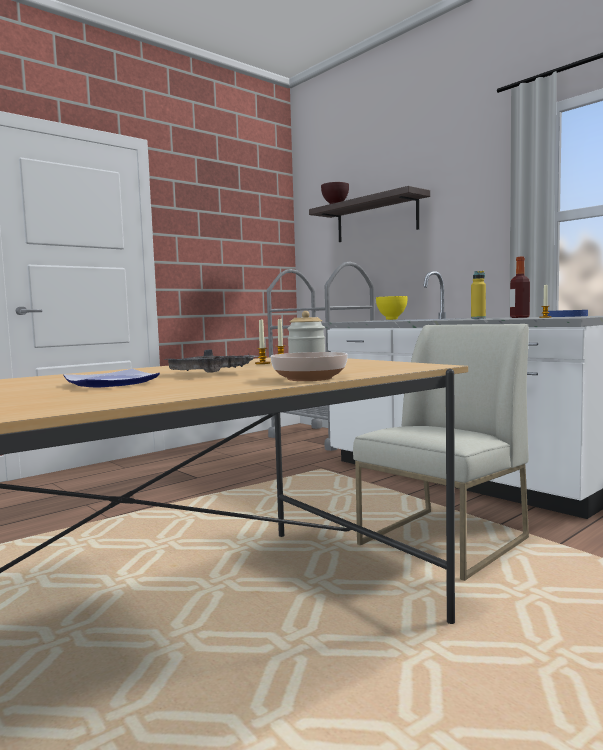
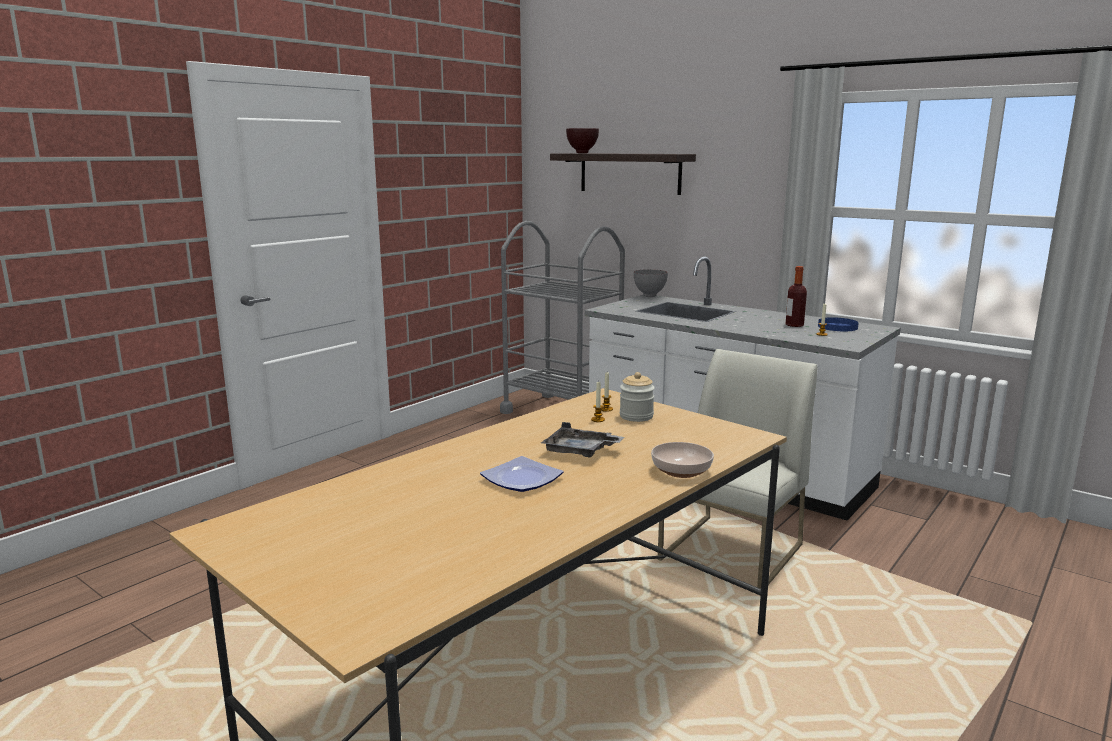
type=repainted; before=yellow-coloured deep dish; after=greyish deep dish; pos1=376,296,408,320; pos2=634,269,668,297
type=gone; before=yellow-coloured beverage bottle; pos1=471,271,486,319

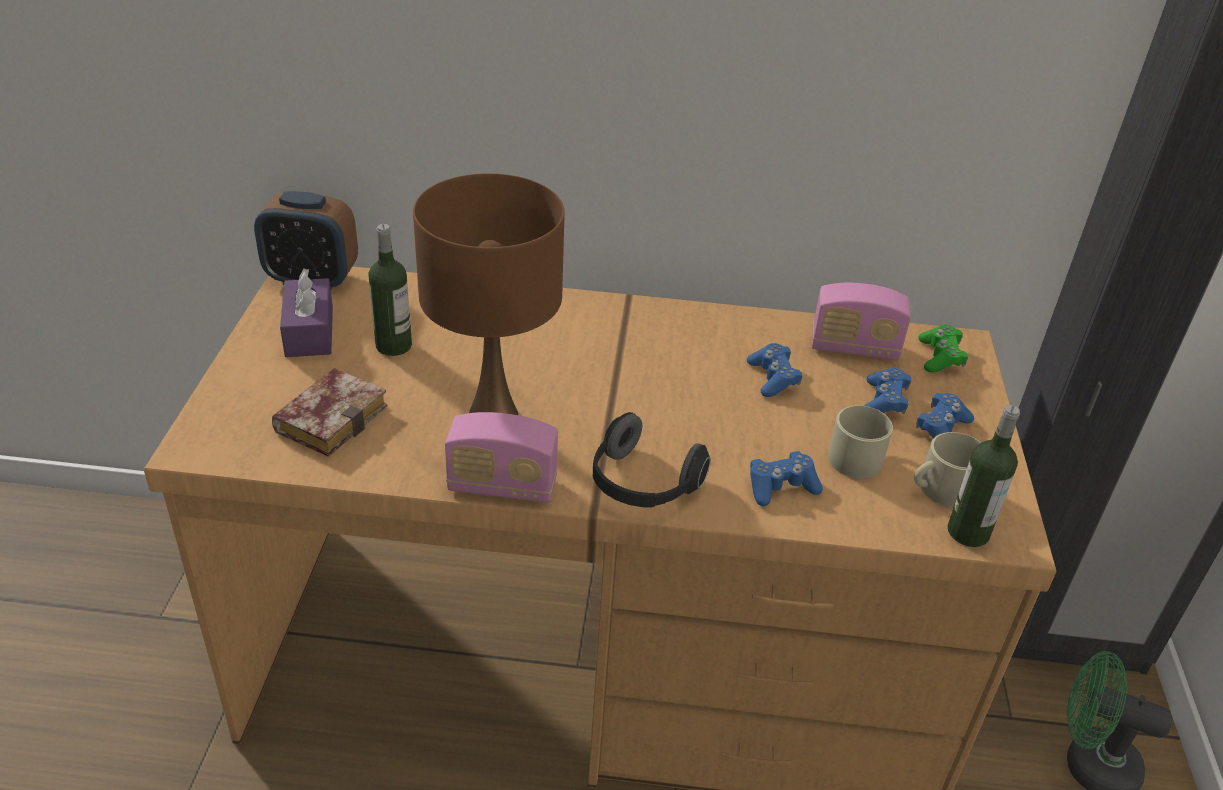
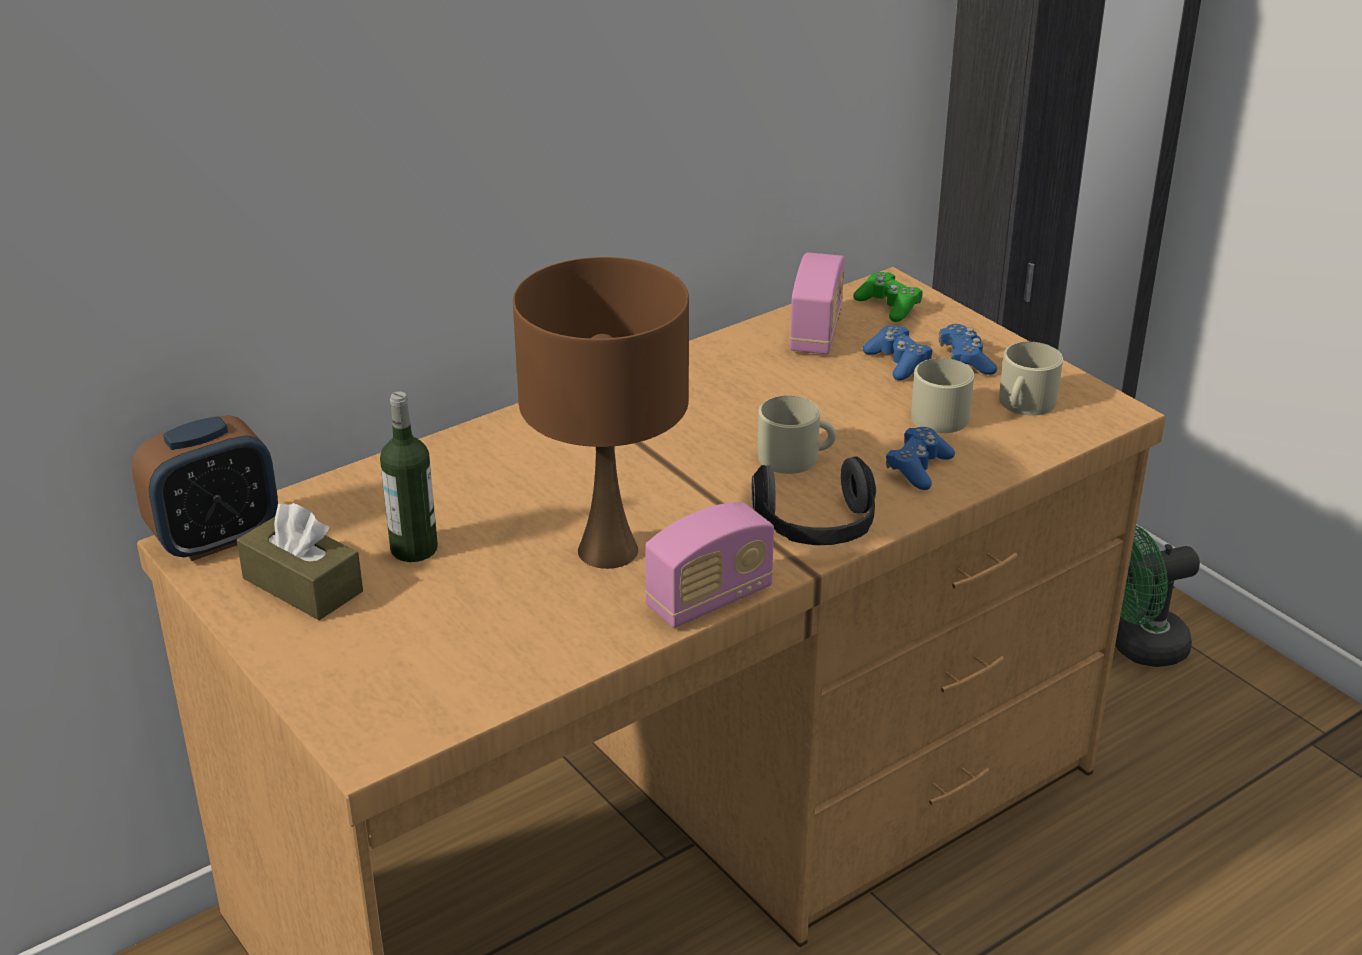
type=gone; before=volume; pos1=272,368,387,457
type=repainted; before=purplish box of tissues; after=brownish box of tissues; pos1=280,268,333,357; pos2=237,503,363,620
type=gone; before=bluish gamepad; pos1=747,343,802,397
type=rotated; before=radio receiver; pos1=812,283,911,360; pos2=789,253,845,354; turn=-45
type=gone; before=beverage bottle; pos1=948,405,1020,547
type=new; after=sand-coloured tea mug; pos2=757,396,836,474

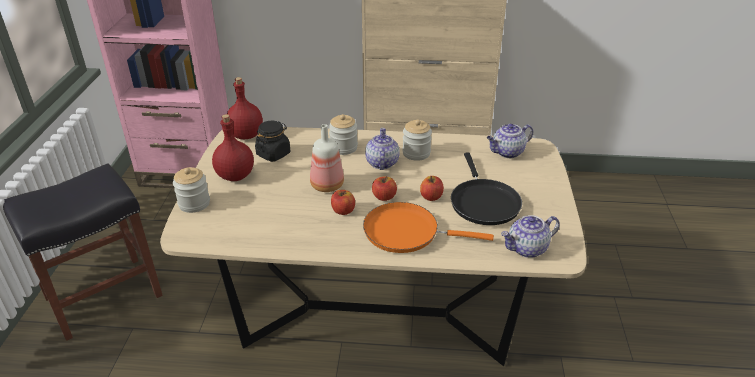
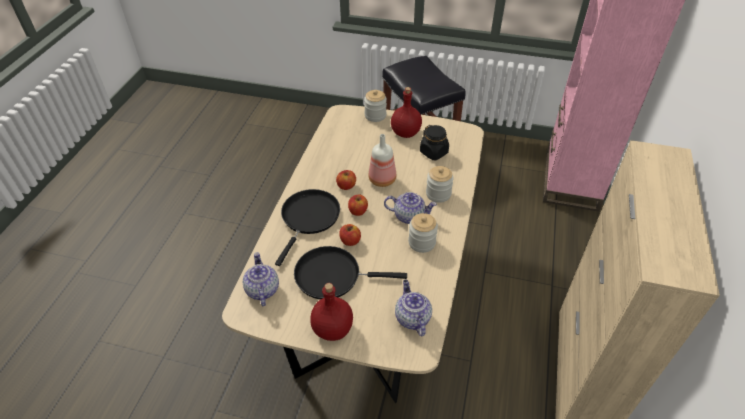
type=shifted; before=red beverage bottle; pos1=227,77,263,139; pos2=310,283,353,341
type=repainted; before=orange pan; after=blackish pan; pos1=363,202,494,253; pos2=275,189,340,266

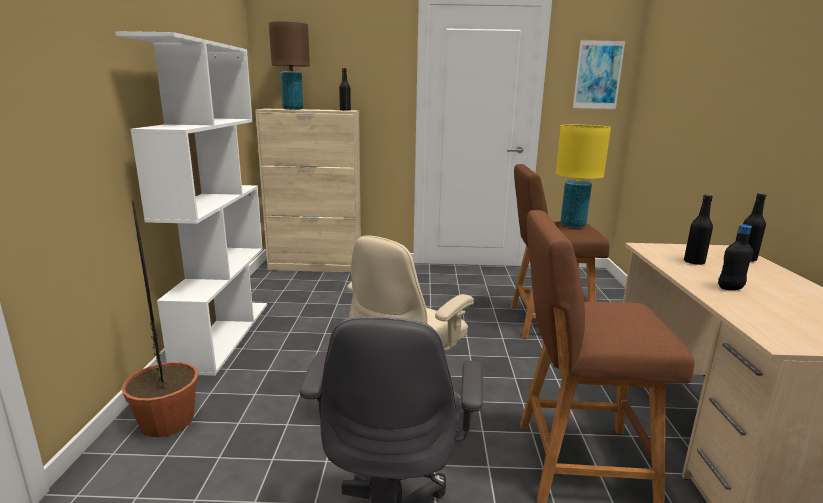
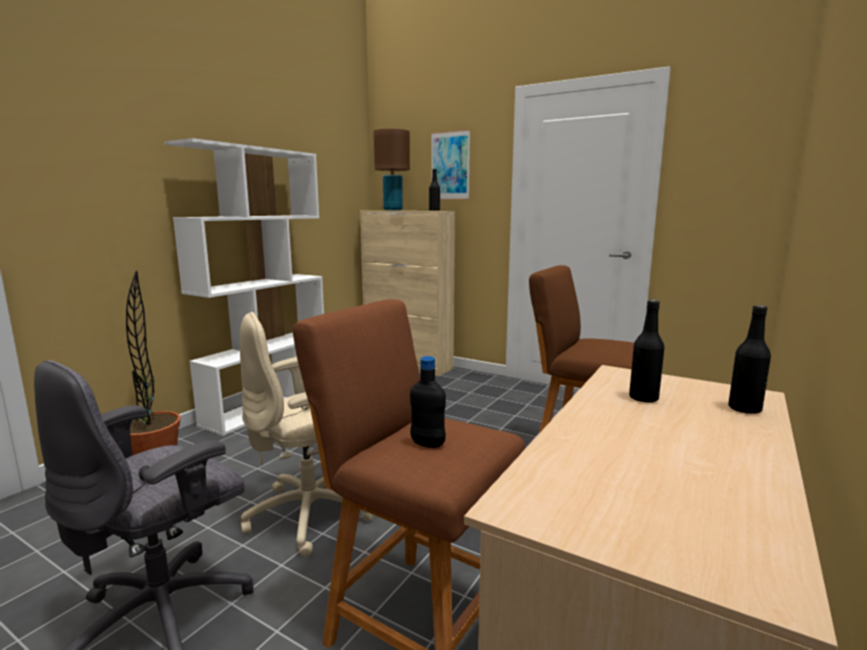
type=gone; before=yellow-coloured lamp for a table; pos1=556,125,611,228
type=shifted; before=wall picture; pos1=573,39,626,110; pos2=431,129,470,200
type=shifted; before=blackish beverage bottle; pos1=718,224,753,290; pos2=410,356,446,448

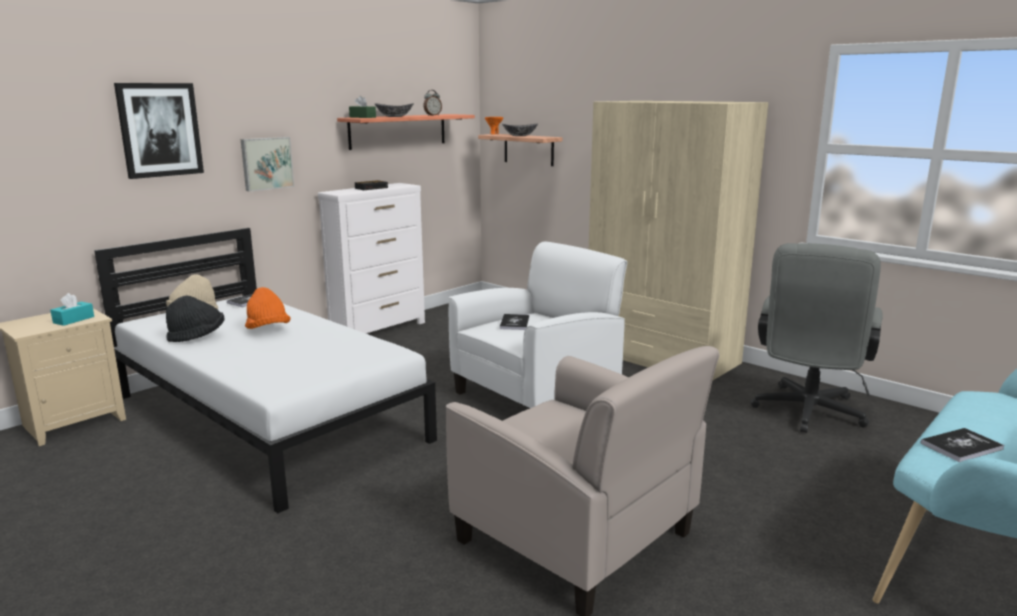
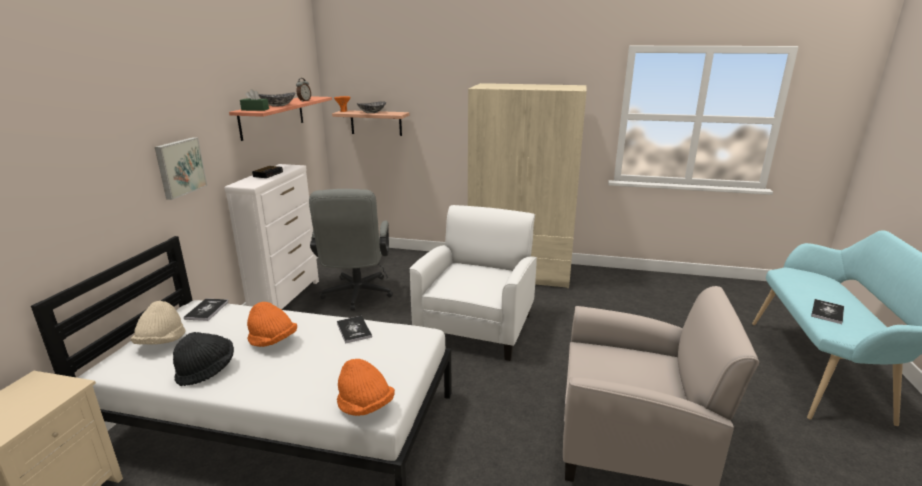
type=gone; before=turquoise box of tissues; pos1=50,293,94,326
type=gone; before=wall picture; pos1=114,83,204,179
type=shifted; before=volume; pos1=500,314,529,330; pos2=337,316,372,344
type=shifted; before=greyish desk chair; pos1=751,243,883,433; pos2=309,189,393,311
type=new; after=orange wearable hat; pos2=337,359,395,416

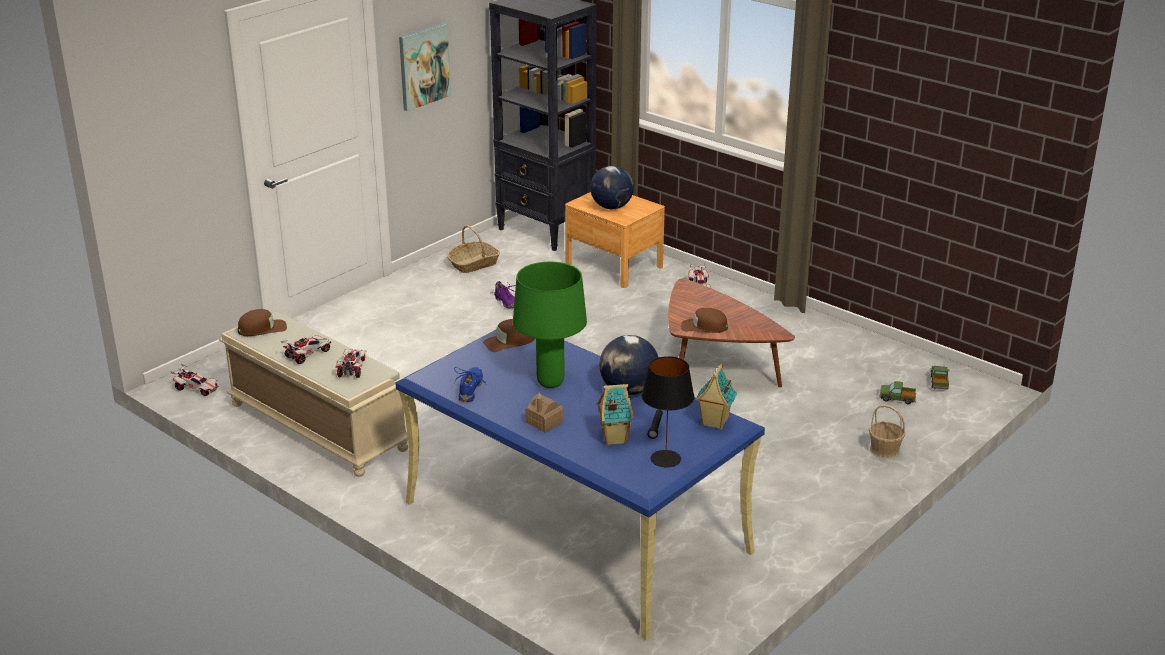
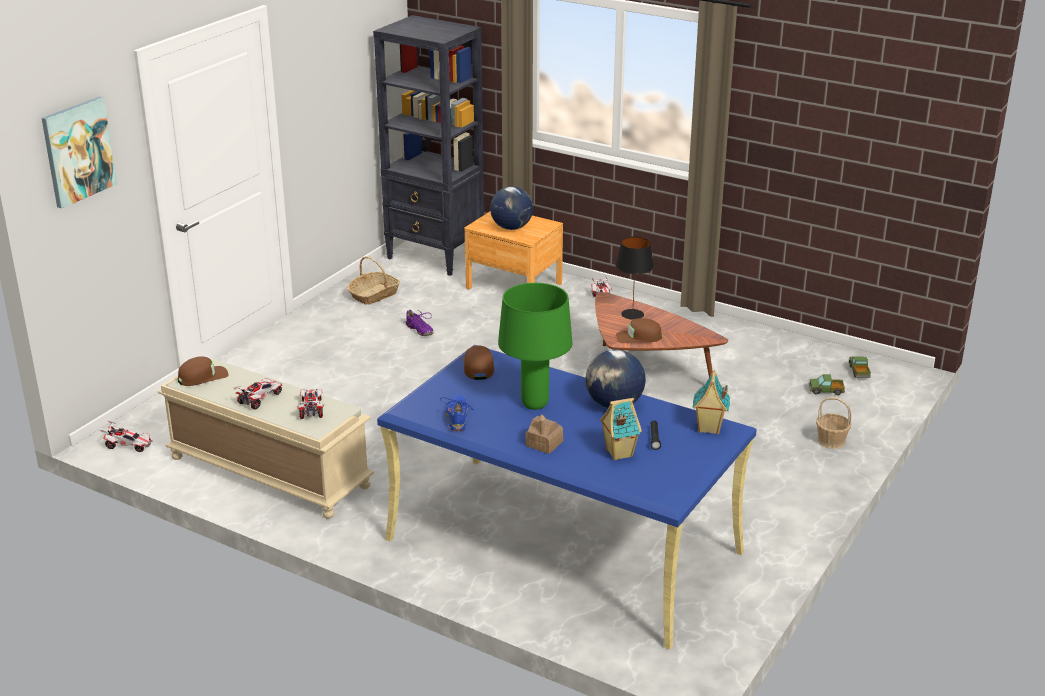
type=shifted; before=wall picture; pos1=399,23,451,111; pos2=42,96,117,209
type=rotated; before=brownish baseball cap; pos1=483,319,535,352; pos2=463,345,494,380; turn=120
type=shifted; before=blackish lamp for a table; pos1=642,356,695,467; pos2=615,236,654,320

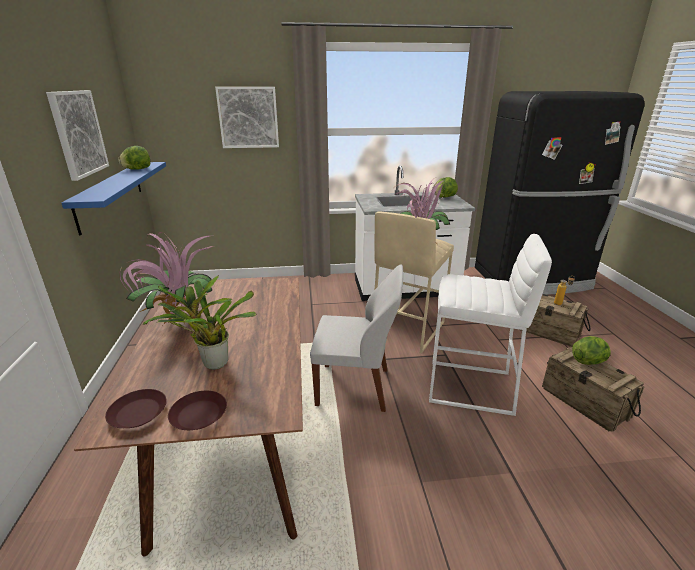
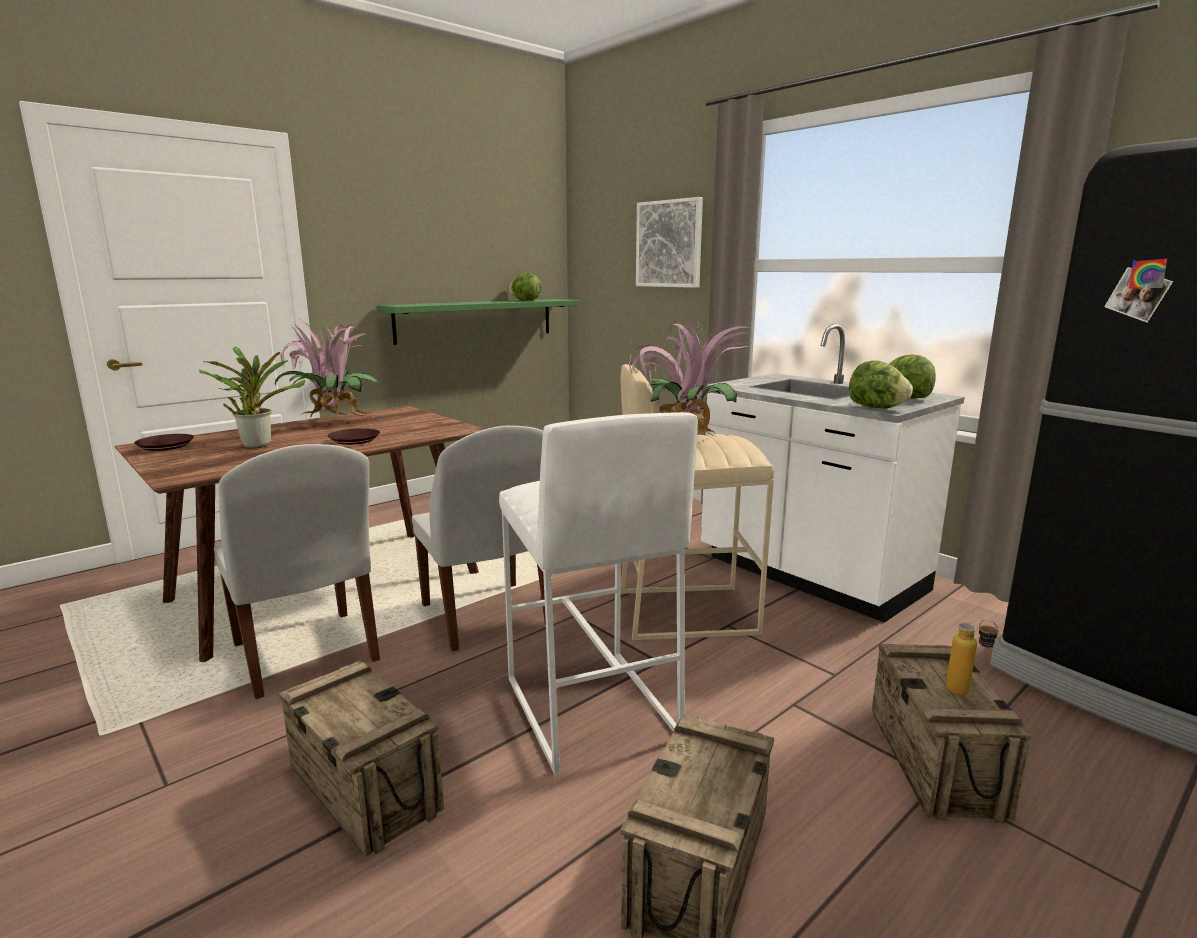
type=gone; before=wall picture; pos1=46,90,109,181
type=repainted; before=bluish shelf; after=green shelf; pos1=62,162,166,236; pos2=377,299,579,345
type=shifted; before=brownish plate; pos1=168,391,227,430; pos2=328,428,380,445
type=shifted; before=lettuce; pos1=572,336,611,365; pos2=849,360,913,409
type=new; after=whitish upright chair; pos2=214,444,380,699
type=new; after=packing crate; pos2=279,661,444,857

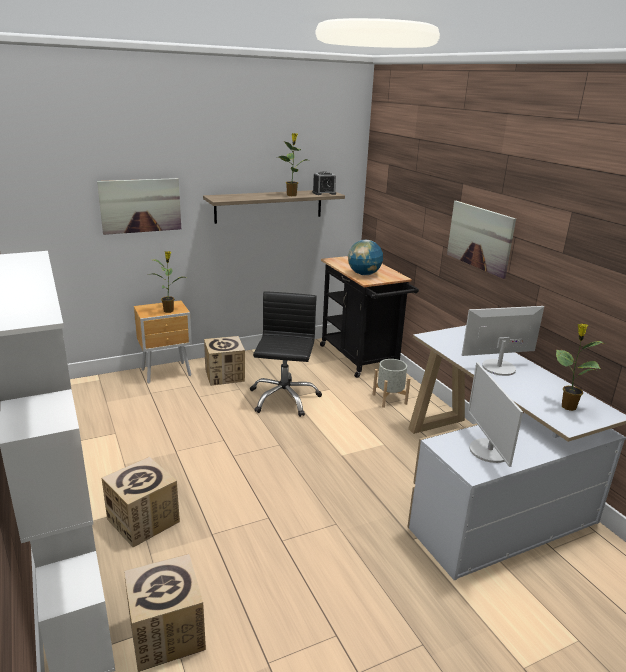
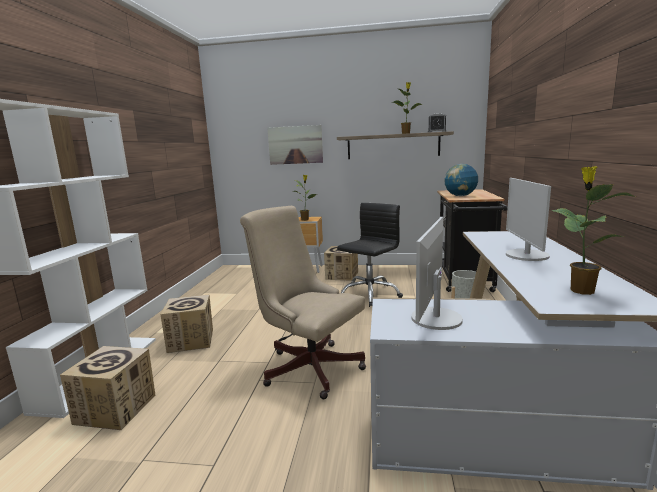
type=gone; before=wall picture; pos1=447,201,516,279
type=rotated; before=computer screen; pos1=462,306,544,376; pos2=506,178,551,261; turn=-105
type=new; after=sand-coloured desk chair; pos2=240,206,366,399

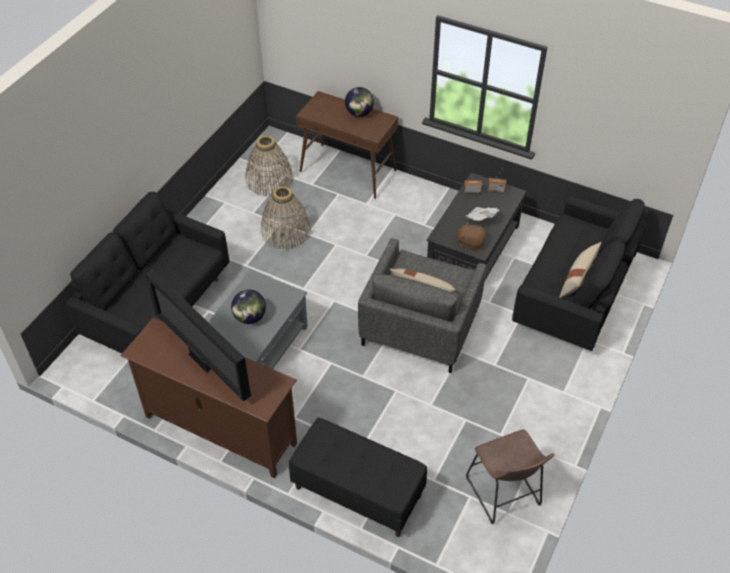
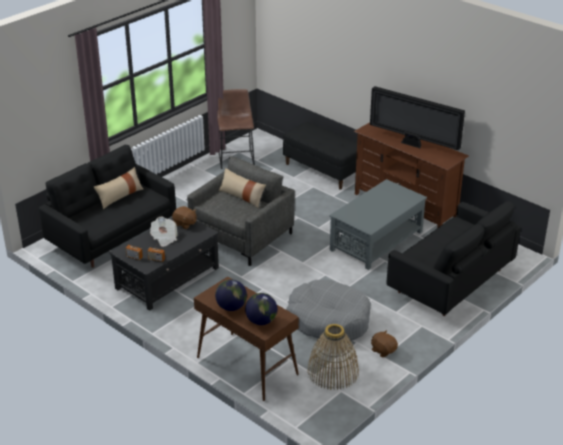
type=rotated; before=TV set; pos1=145,270,251,401; pos2=370,86,465,150; turn=150
type=shifted; before=globe; pos1=231,289,266,324; pos2=245,293,277,325
type=swapped; before=storage basket; after=greyish pet bed; pos1=261,186,311,250; pos2=286,280,371,343
type=new; after=brownish soft toy; pos2=371,330,398,358

